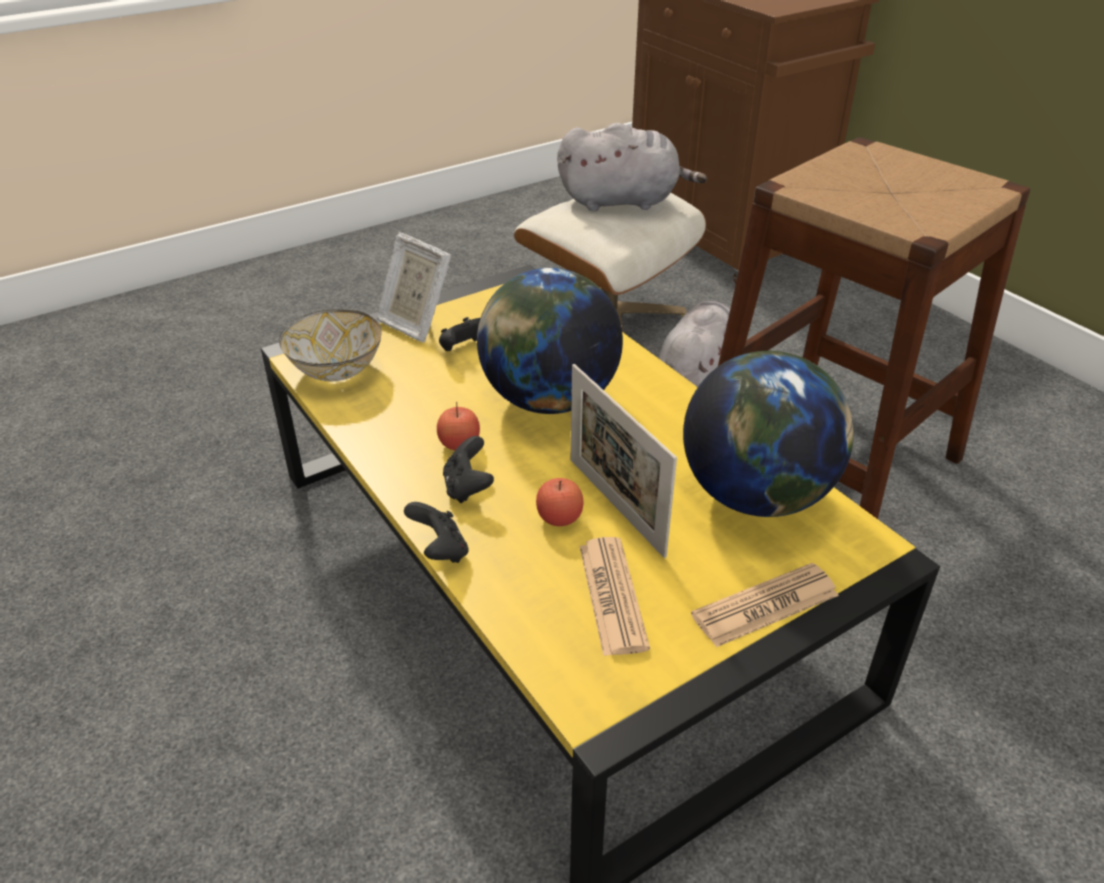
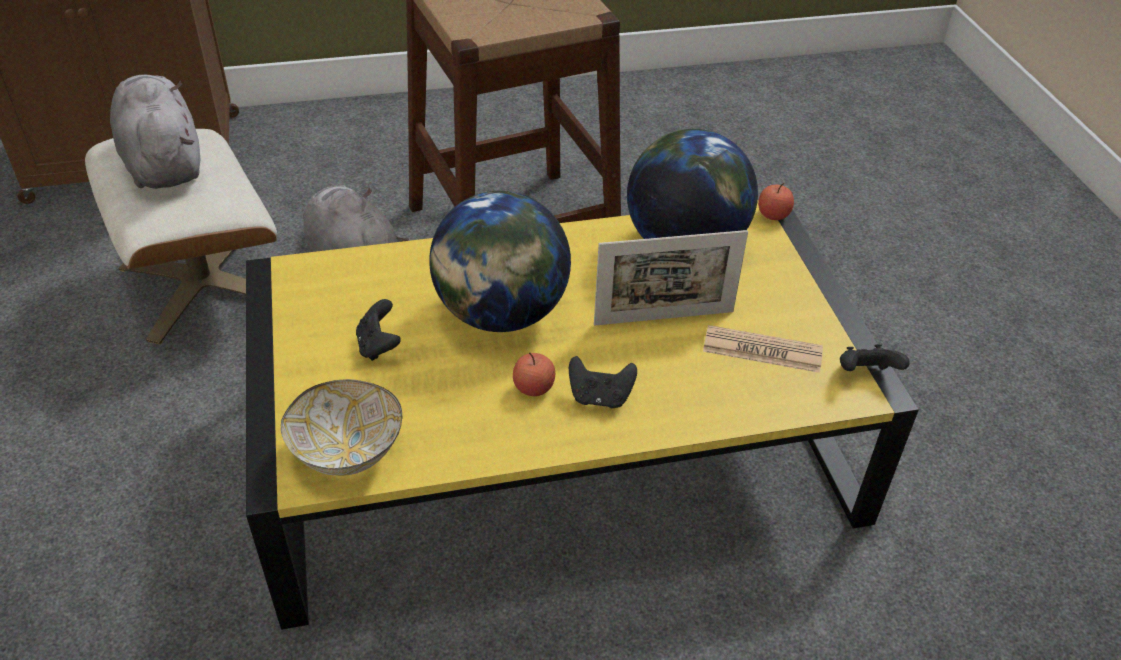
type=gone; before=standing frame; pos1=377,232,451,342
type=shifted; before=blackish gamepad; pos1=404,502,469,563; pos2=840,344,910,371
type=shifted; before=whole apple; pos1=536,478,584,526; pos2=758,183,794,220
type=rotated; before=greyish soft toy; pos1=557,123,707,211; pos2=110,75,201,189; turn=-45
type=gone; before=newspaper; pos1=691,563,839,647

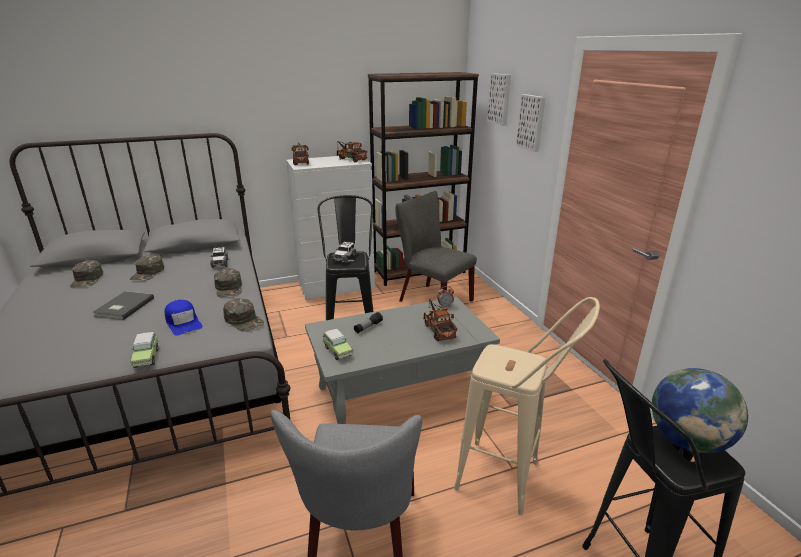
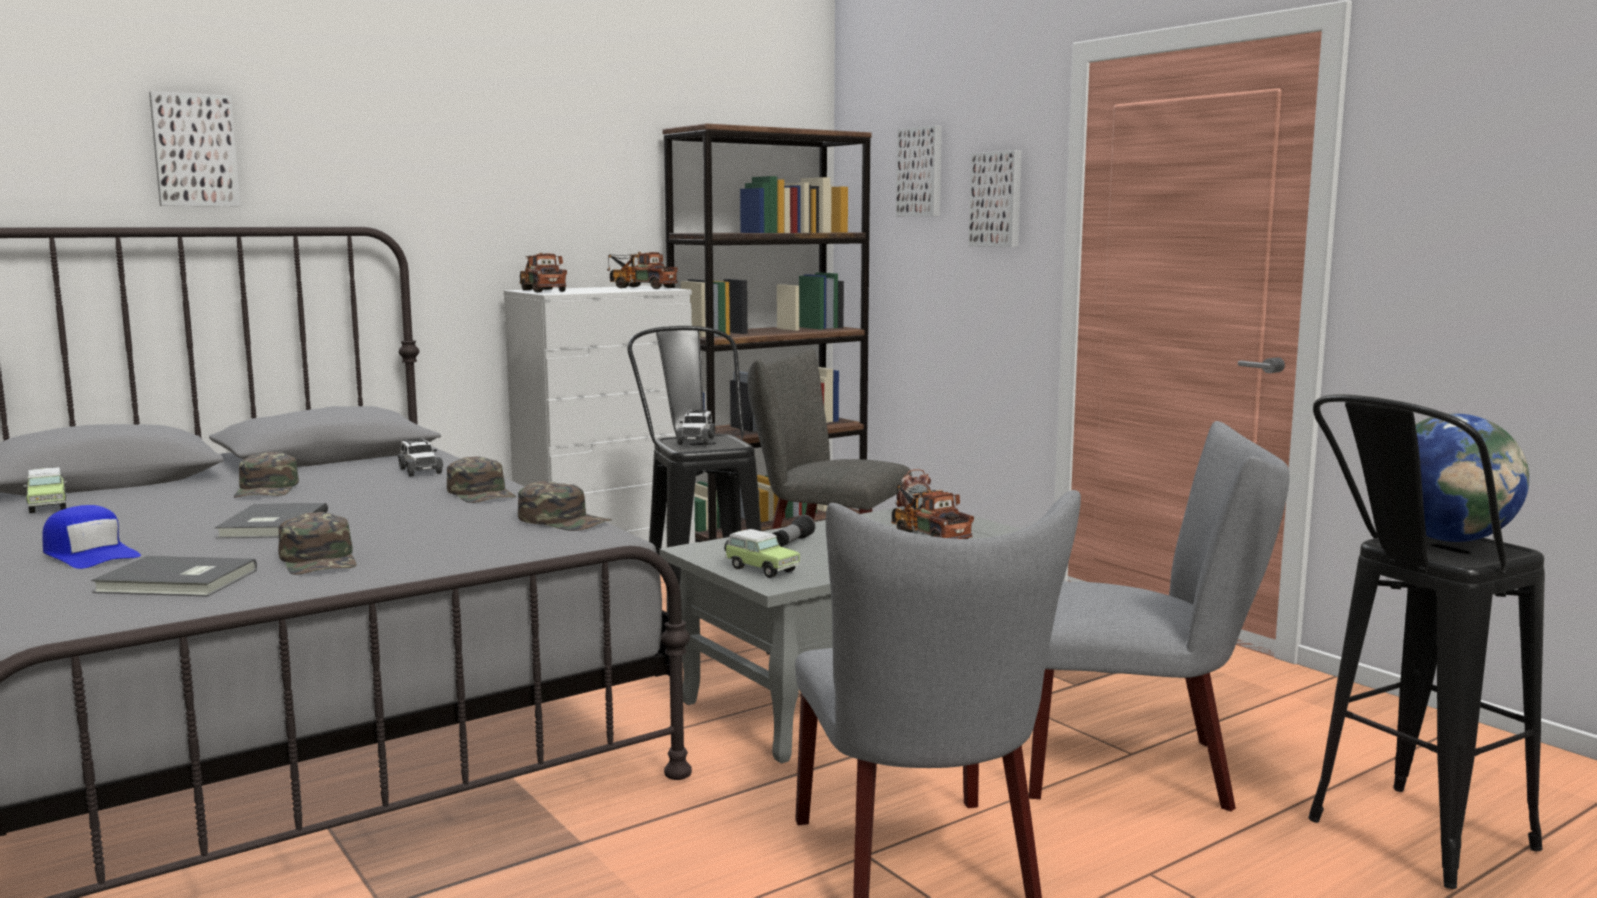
type=shifted; before=green baseball cap; pos1=70,260,103,288; pos2=278,512,357,575
type=shifted; before=toy car; pos1=130,332,159,368; pos2=23,467,67,513
type=shifted; before=bluish baseball cap; pos1=165,300,202,335; pos2=42,505,141,569
type=swapped; before=sand-coloured stool seat; after=greyish upright chair; pos1=454,297,600,515; pos2=1029,421,1289,811
type=new; after=greyish volume; pos2=91,556,257,597
type=new; after=wall picture; pos2=149,91,240,206

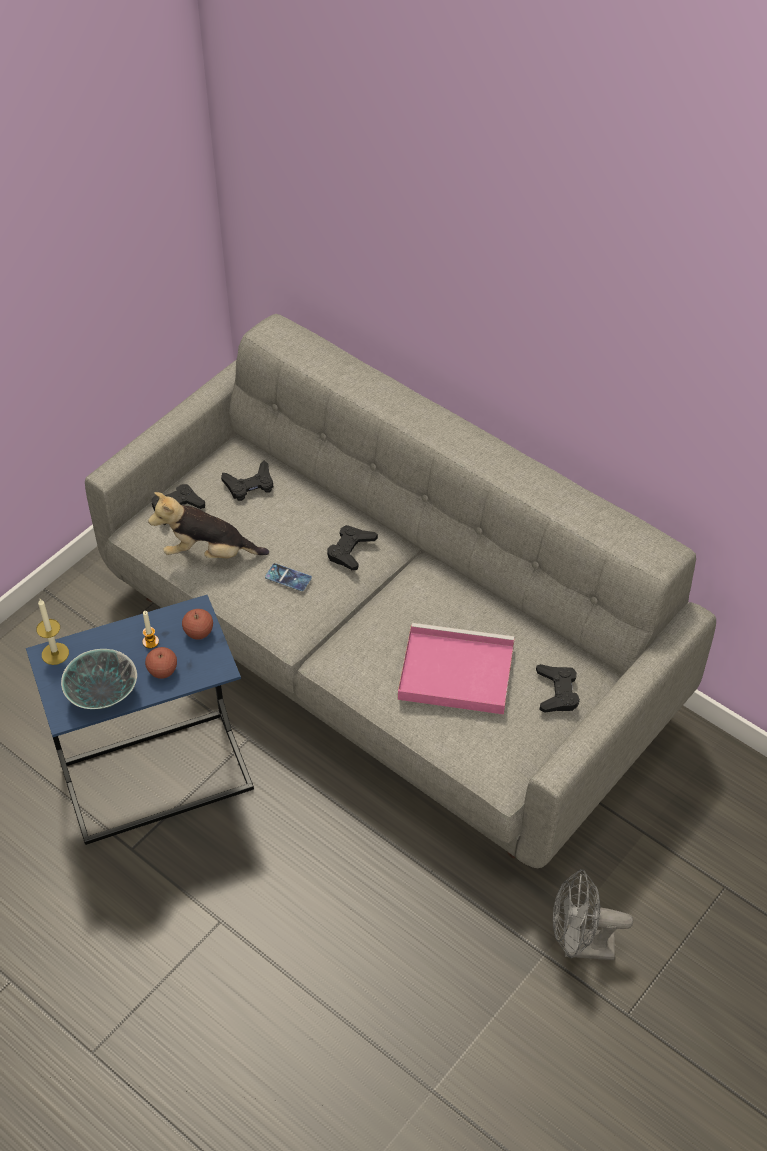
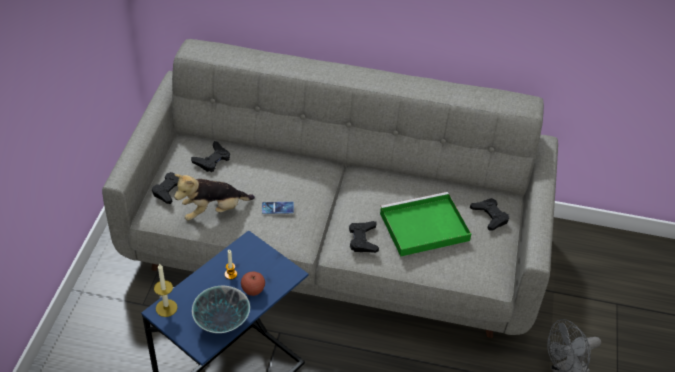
type=gone; before=whole apple; pos1=182,609,213,639
type=shifted; before=blackish gamepad; pos1=327,525,378,570; pos2=349,221,379,253
type=repainted; before=pinkish serving tray; after=green serving tray; pos1=398,623,514,714; pos2=380,192,471,257

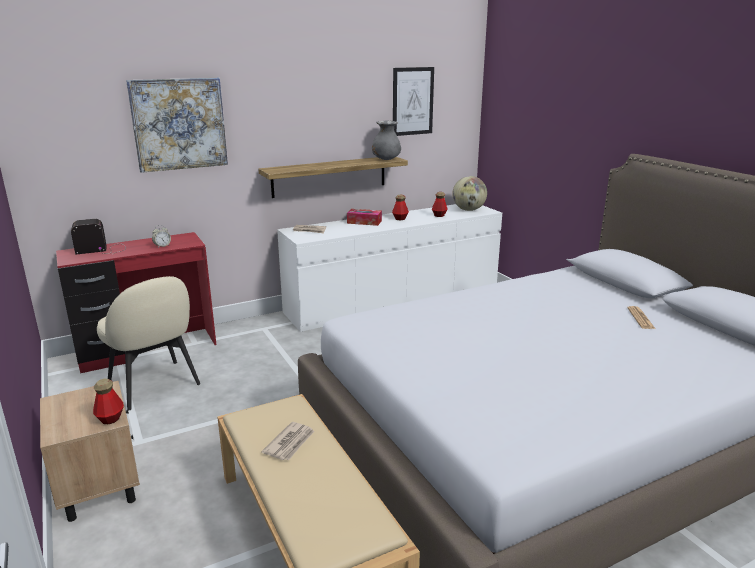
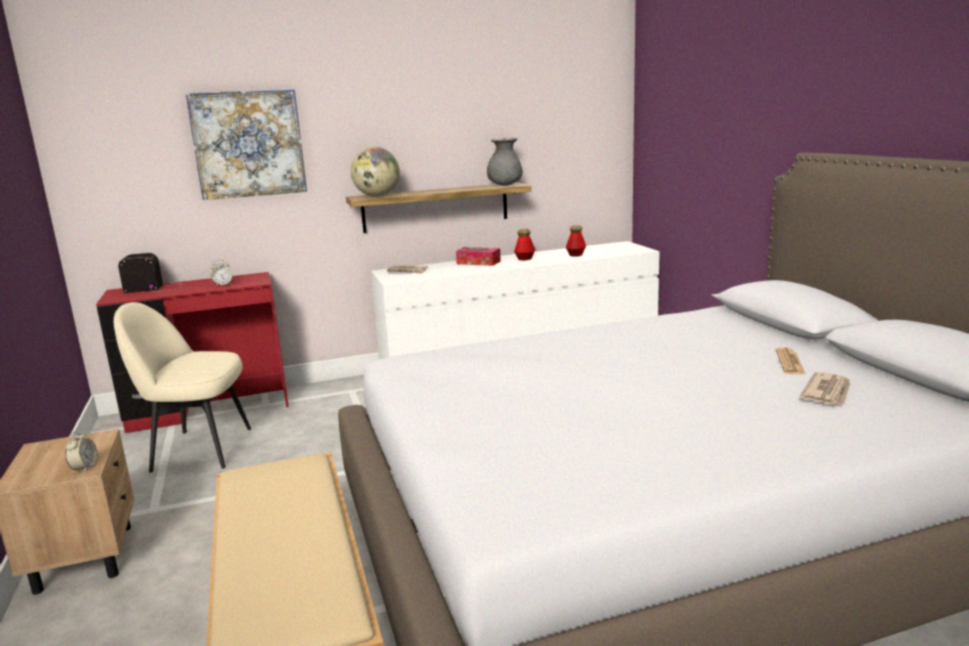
type=swapped; before=beverage bottle; after=bedside clock; pos1=93,379,124,424; pos2=65,431,98,472
type=rotated; before=sand-coloured upright chair; pos1=97,276,200,411; pos2=114,302,251,473; turn=120
type=shifted; before=newspaper; pos1=262,422,315,460; pos2=800,372,850,405
type=gone; before=wall picture; pos1=393,67,434,136
type=shifted; before=globe; pos1=452,176,487,211; pos2=351,147,400,196

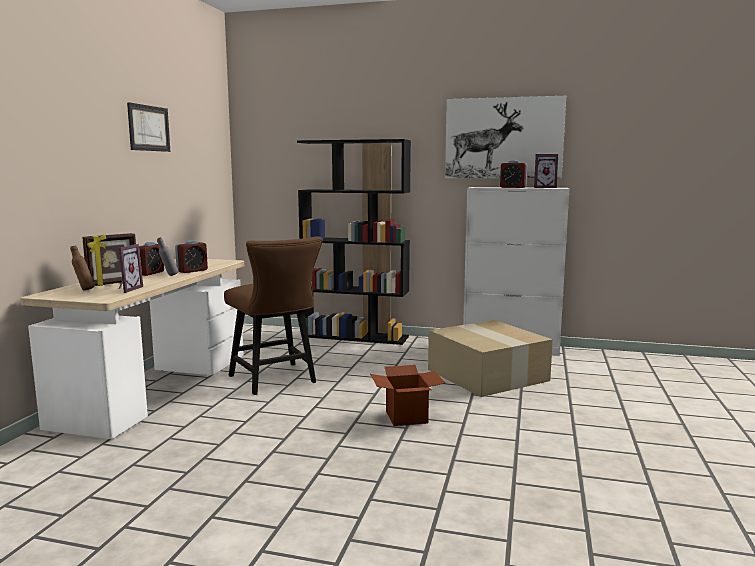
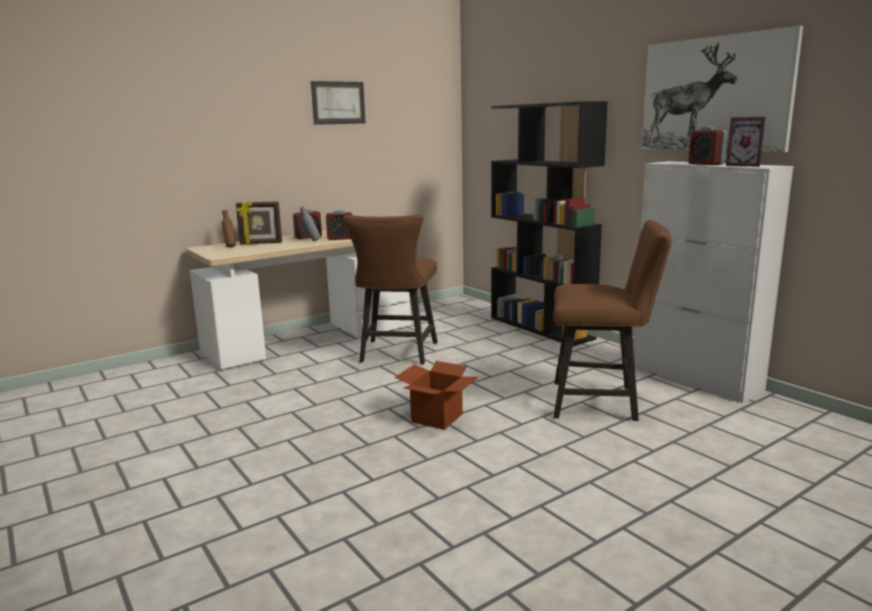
type=gone; before=standing frame; pos1=119,244,143,293
type=swapped; before=cardboard box; after=brownish upright chair; pos1=428,320,553,397; pos2=553,220,671,421

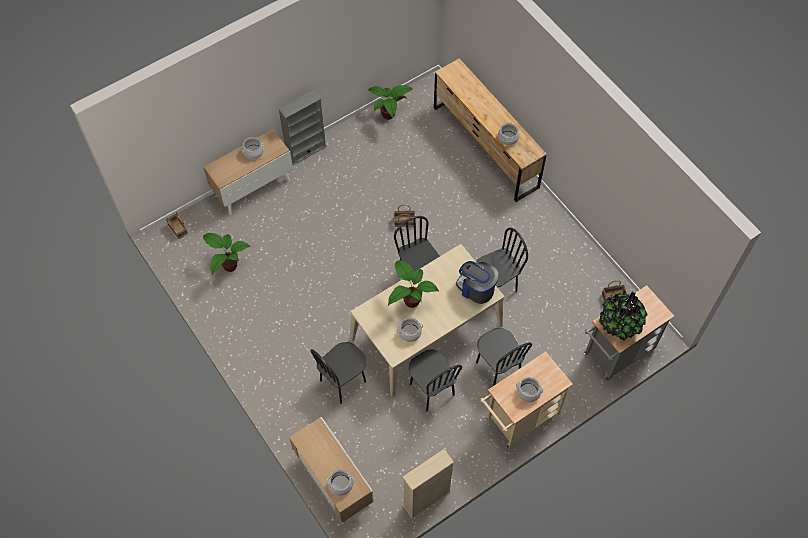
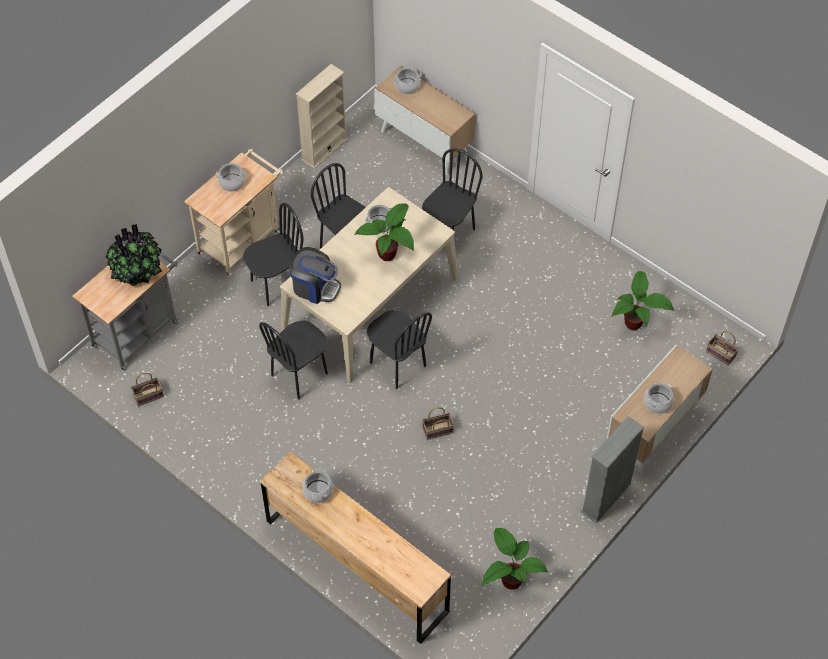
type=rotated; before=blackish upright chair; pos1=476,328,532,386; pos2=243,203,303,306; turn=105

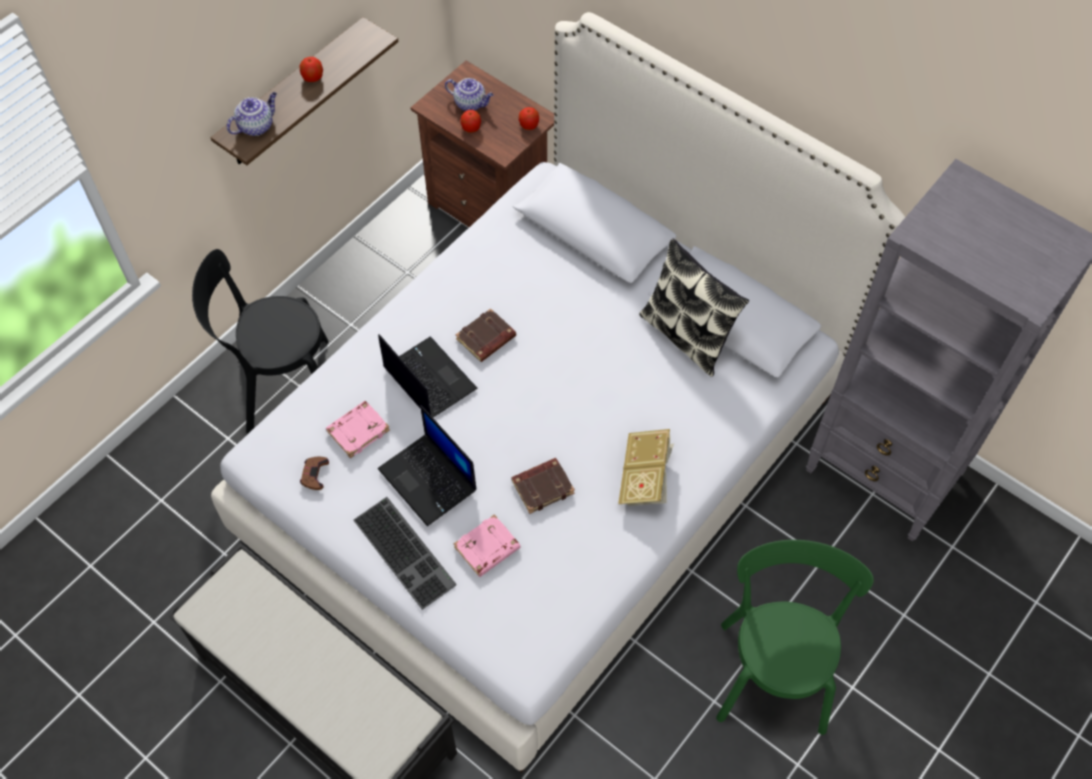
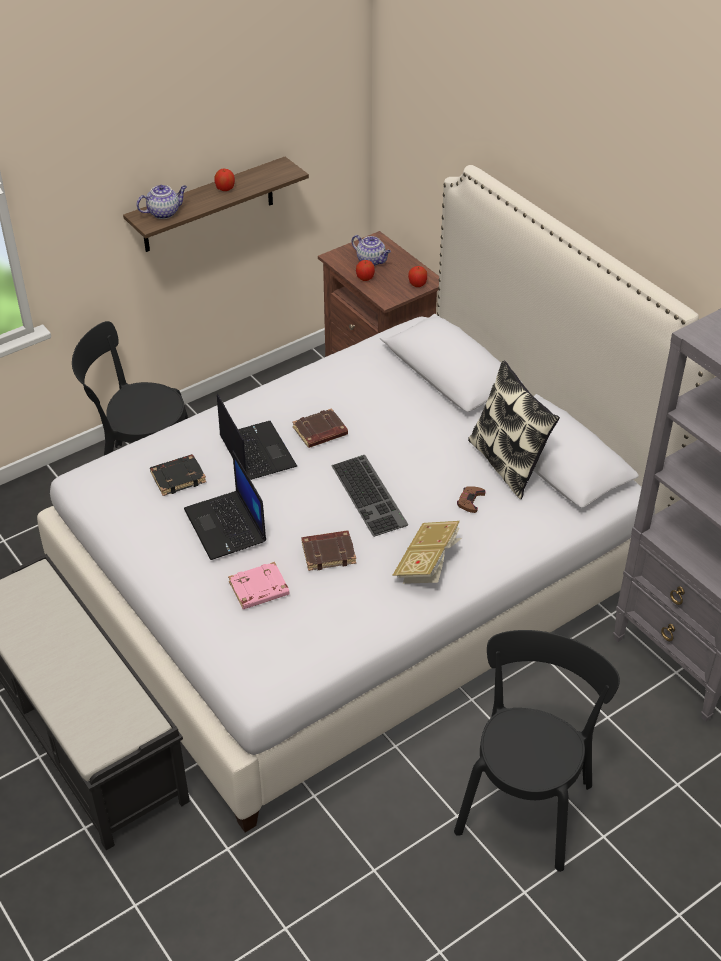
type=shifted; before=brownish gamepad; pos1=300,457,329,490; pos2=457,486,486,513
type=repainted; before=pinkish volume; after=blackish volume; pos1=326,401,390,458; pos2=150,454,206,496
type=shifted; before=computer keyboard; pos1=353,497,457,610; pos2=331,455,409,537
type=repainted; before=green upright chair; after=blackish upright chair; pos1=716,540,874,735; pos2=454,630,620,872

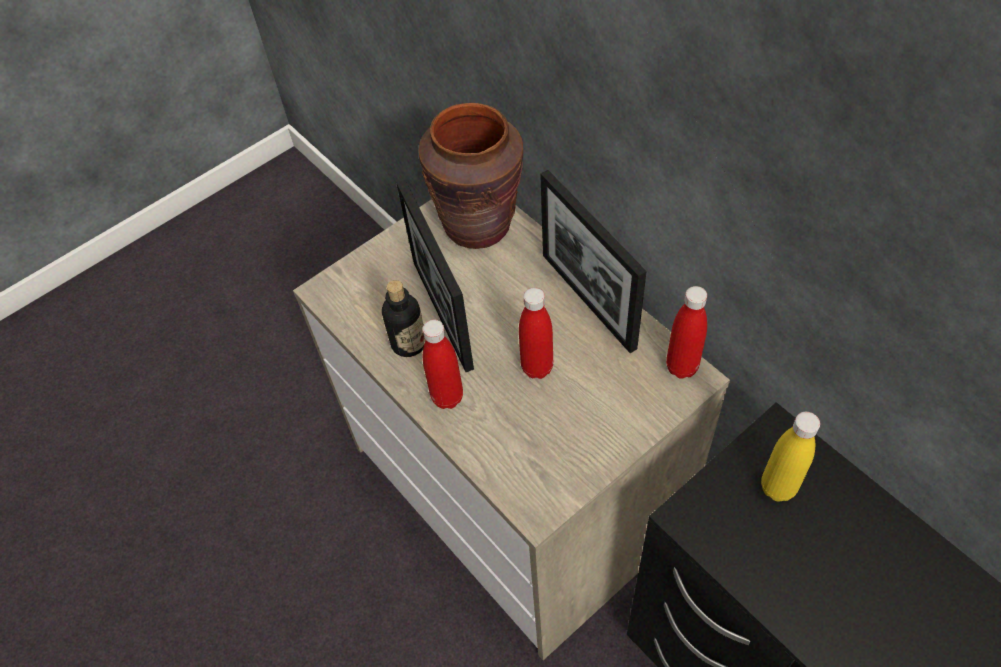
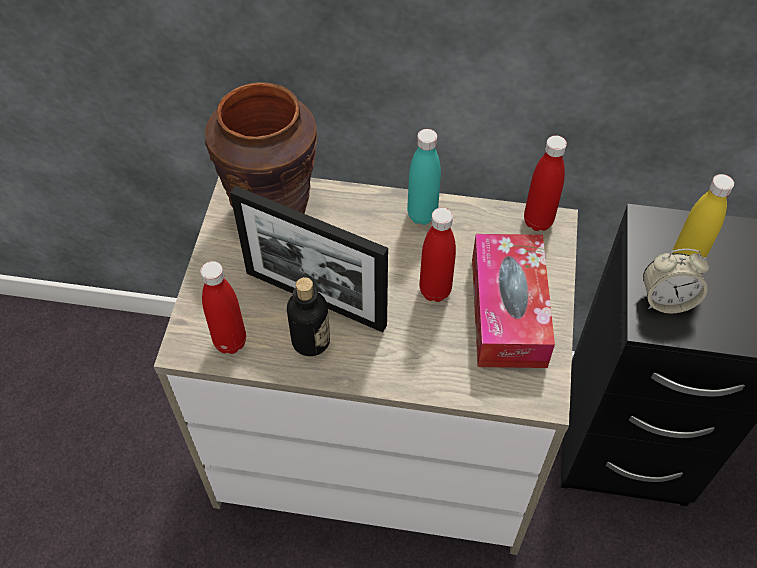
type=shifted; before=red beverage bottle; pos1=423,319,463,409; pos2=200,261,246,354
type=swapped; before=standing frame; after=turquoise beverage bottle; pos1=540,170,647,353; pos2=407,129,441,225
type=new; after=box of tissues; pos2=472,234,555,368
type=new; after=bedside clock; pos2=643,249,709,313

